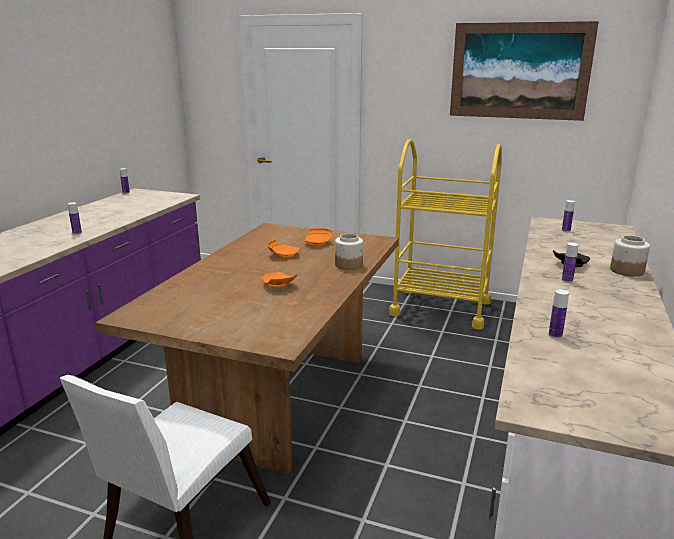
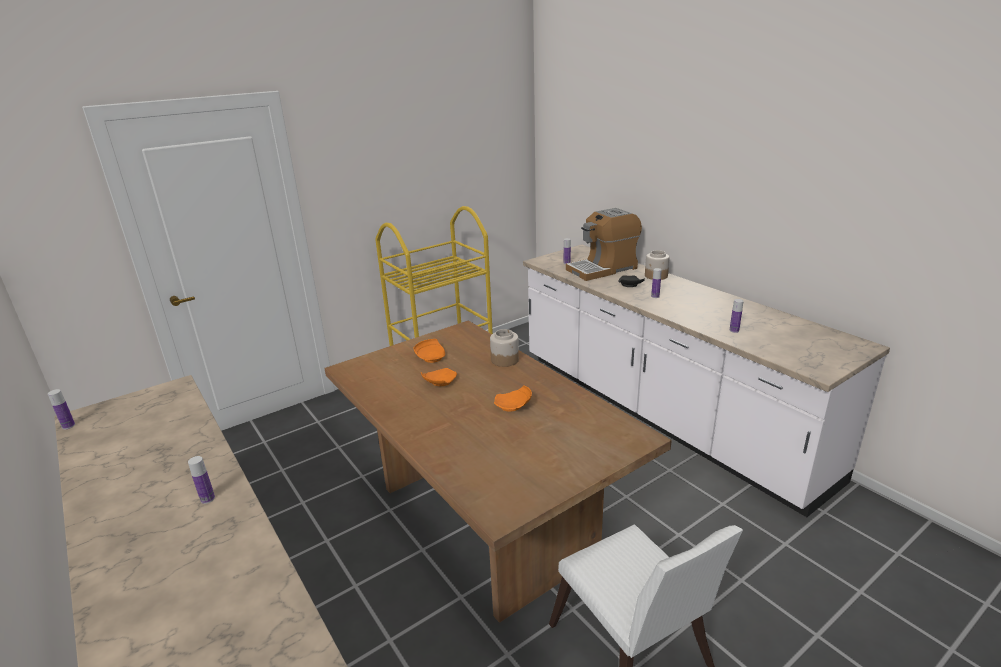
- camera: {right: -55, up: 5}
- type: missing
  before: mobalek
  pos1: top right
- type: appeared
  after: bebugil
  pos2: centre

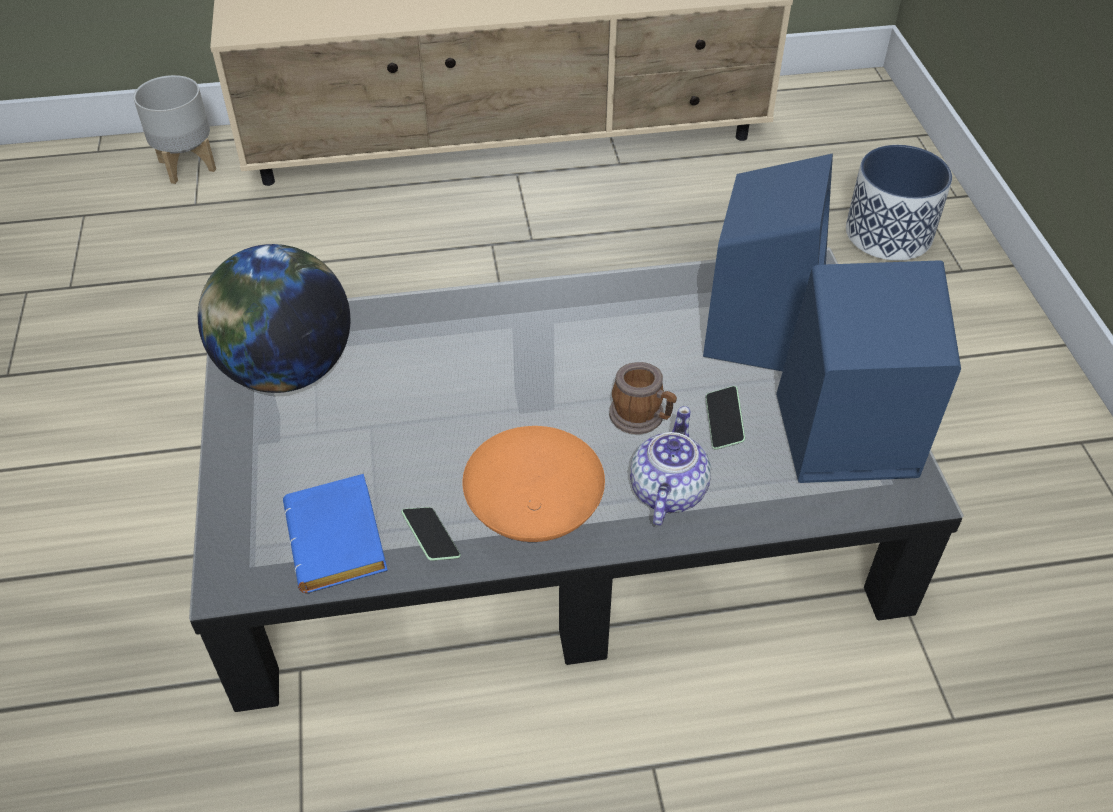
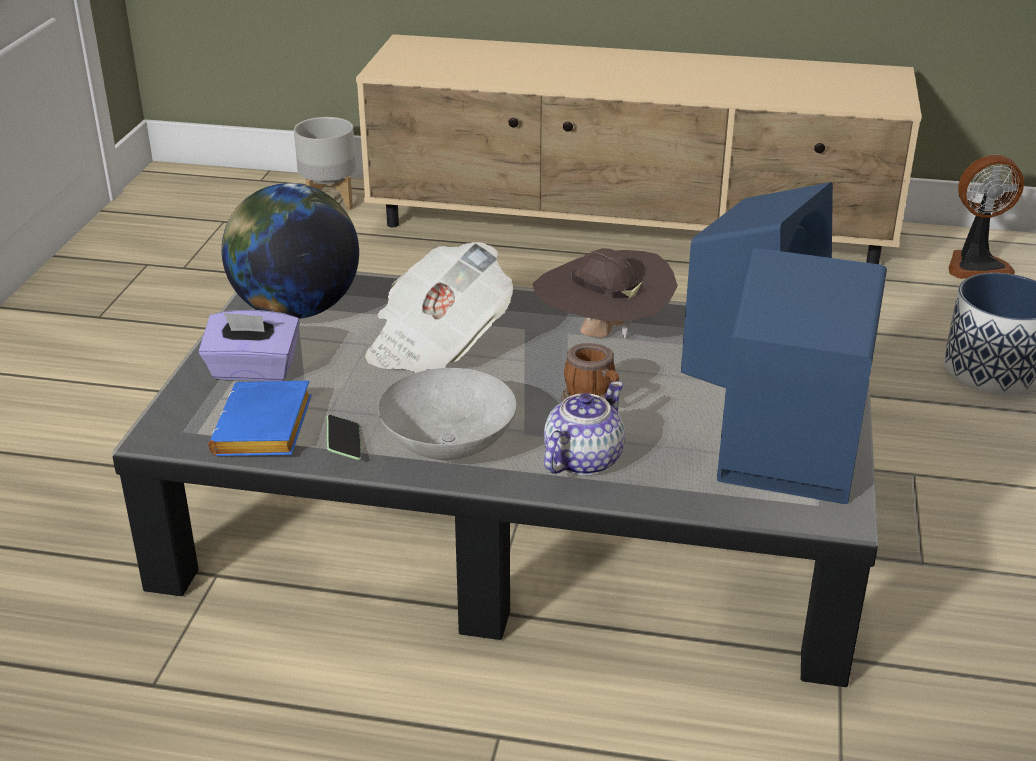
- camera: {right: 20, up: -15}
- type: missing
  before: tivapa (no. 2 from left)
  pos1: centre
- type: colour
  before: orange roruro
  after: grey roruro
  pos1: centre
  pos2: centre
- type: appeared
  after: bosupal
  pos2: top right
- type: appeared
  after: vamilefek
  pos2: centre
- type: appeared
  after: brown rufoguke
  pos2: centre
- type: appeared
  after: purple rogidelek
  pos2: middle left

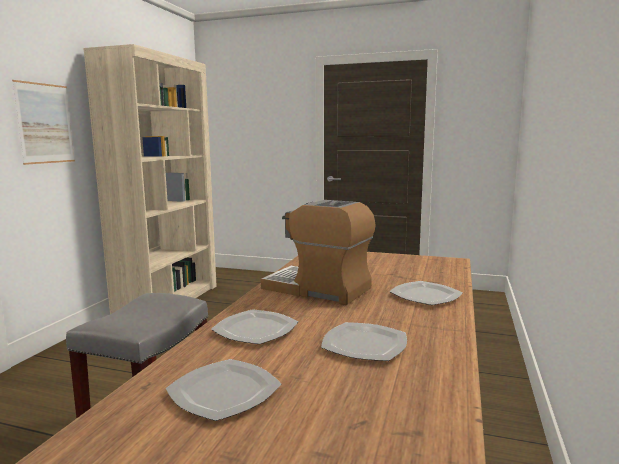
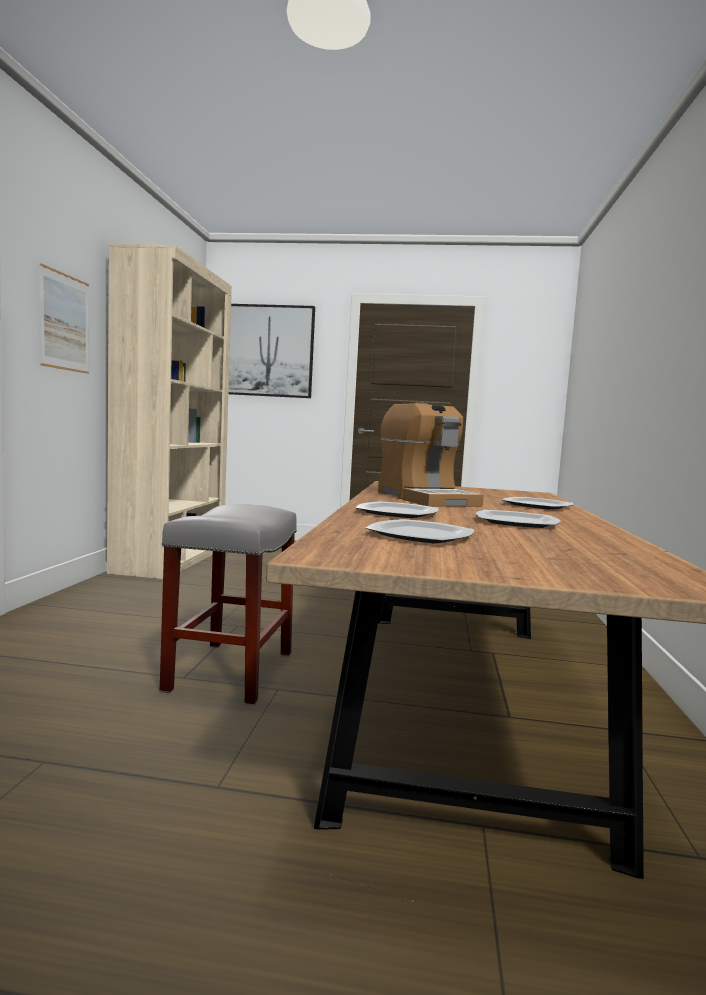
- camera: {right: -10, up: -5}
- type: spun
  before: bebugil
  pos1: centre
  pos2: centre
  turn: -135
- type: appeared
  after: mobalek (no. 2 from left)
  pos2: centre

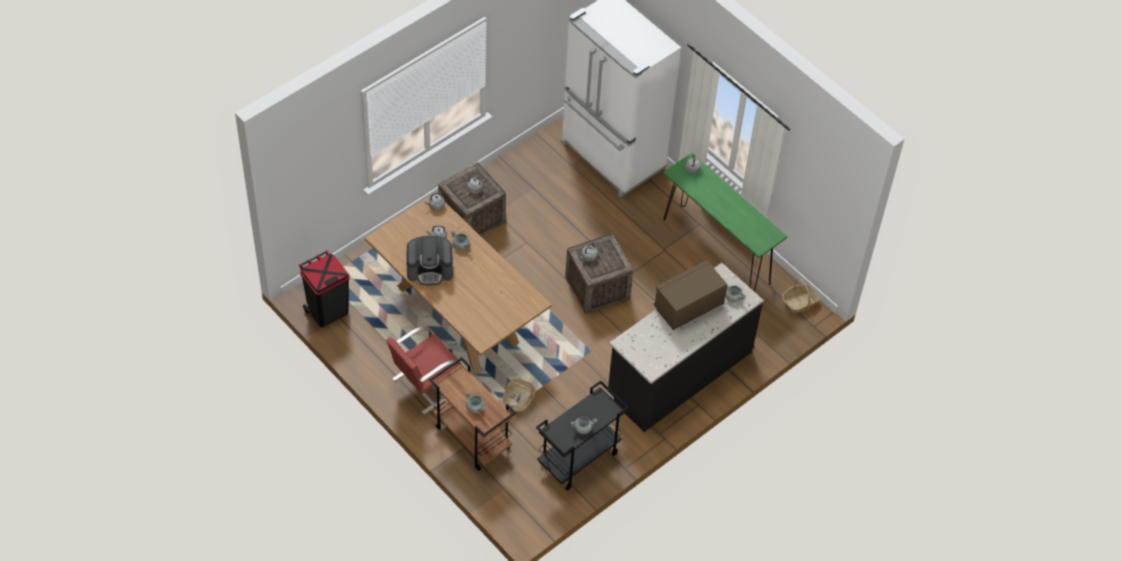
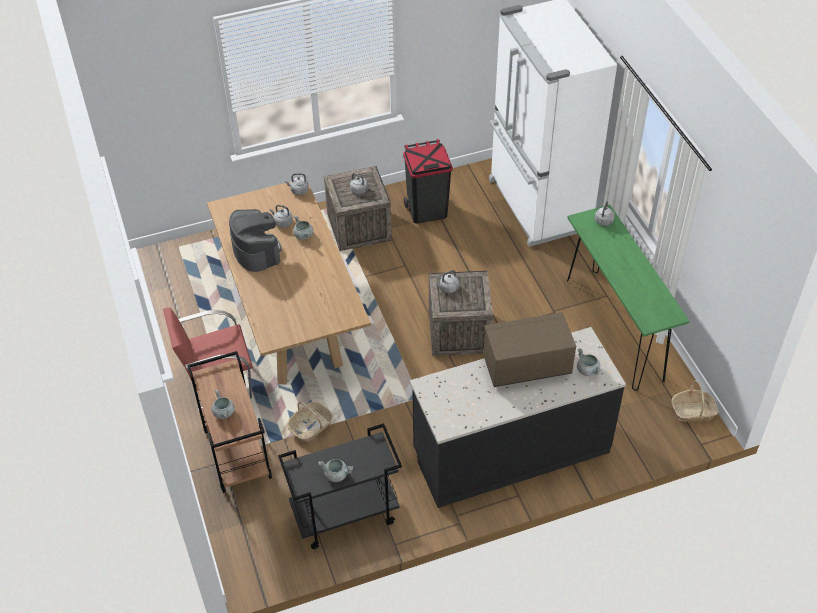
- camera: {right: 25, up: -5}
- type: spun
  before: bebugil
  pos1: centre
  pos2: middle left
  turn: -135
- type: relocated
  before: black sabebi
  pos1: middle left
  pos2: top centre

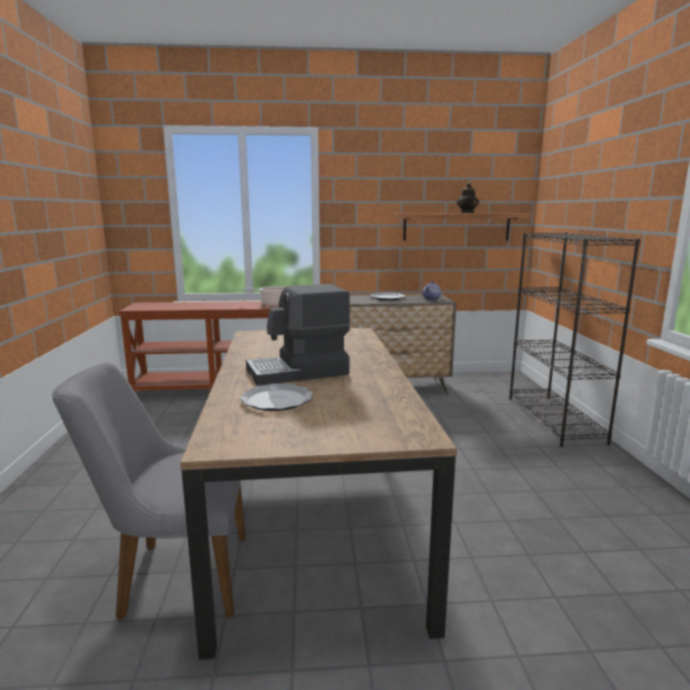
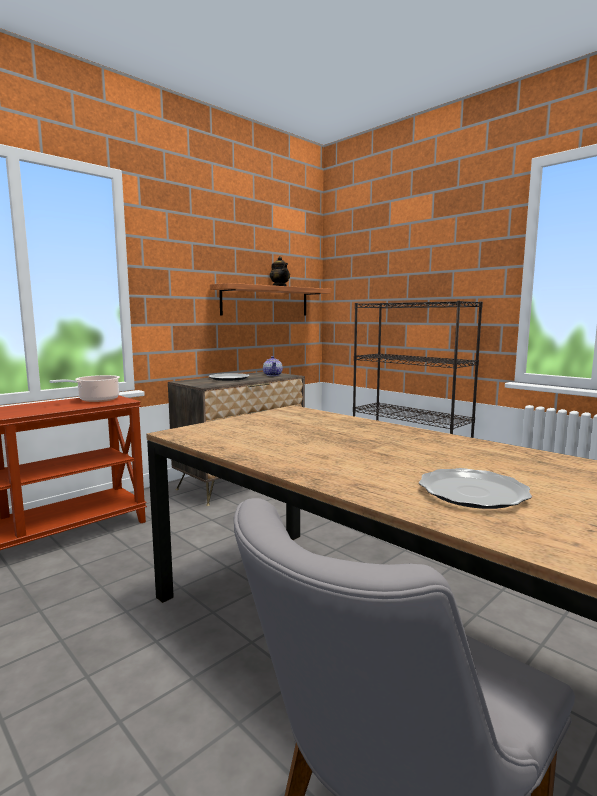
- camera: {right: -40, up: -5}
- type: missing
  before: bebugil
  pos1: centre

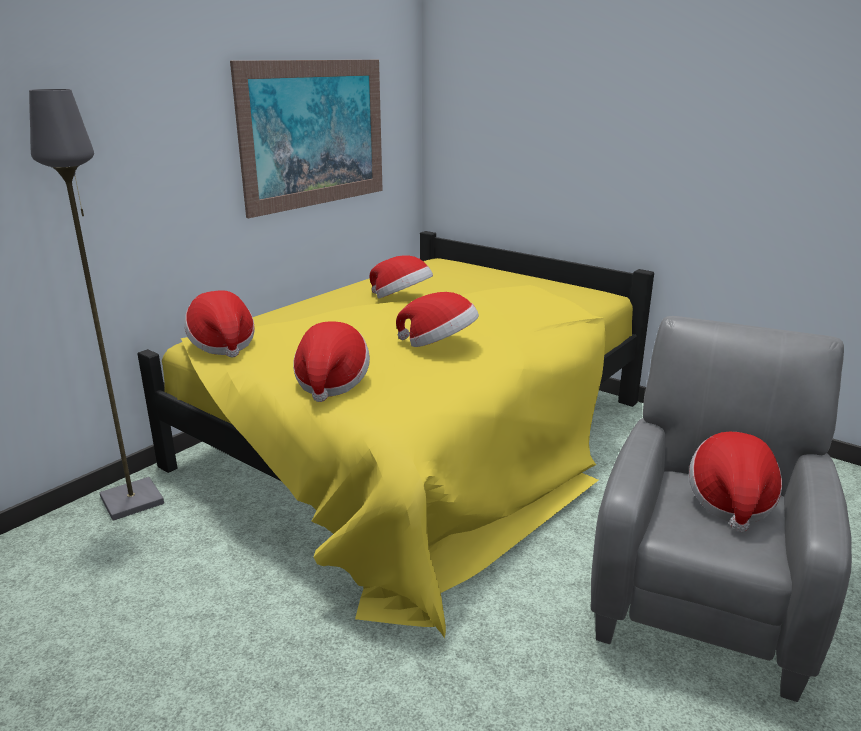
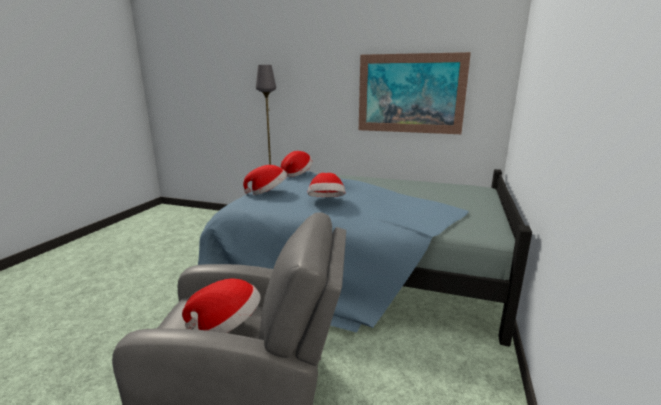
- camera: {right: 70, up: -5}
- type: colour
  before: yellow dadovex
  after: blue dadovex
  pos1: centre
  pos2: centre
- type: missing
  before: rufoguke (no. 3 from left)
  pos1: centre

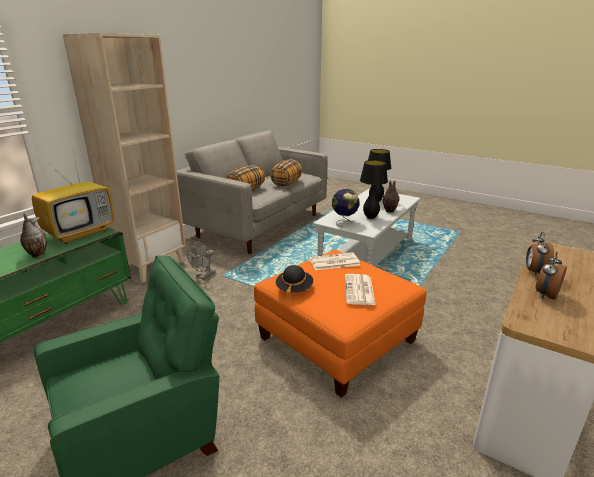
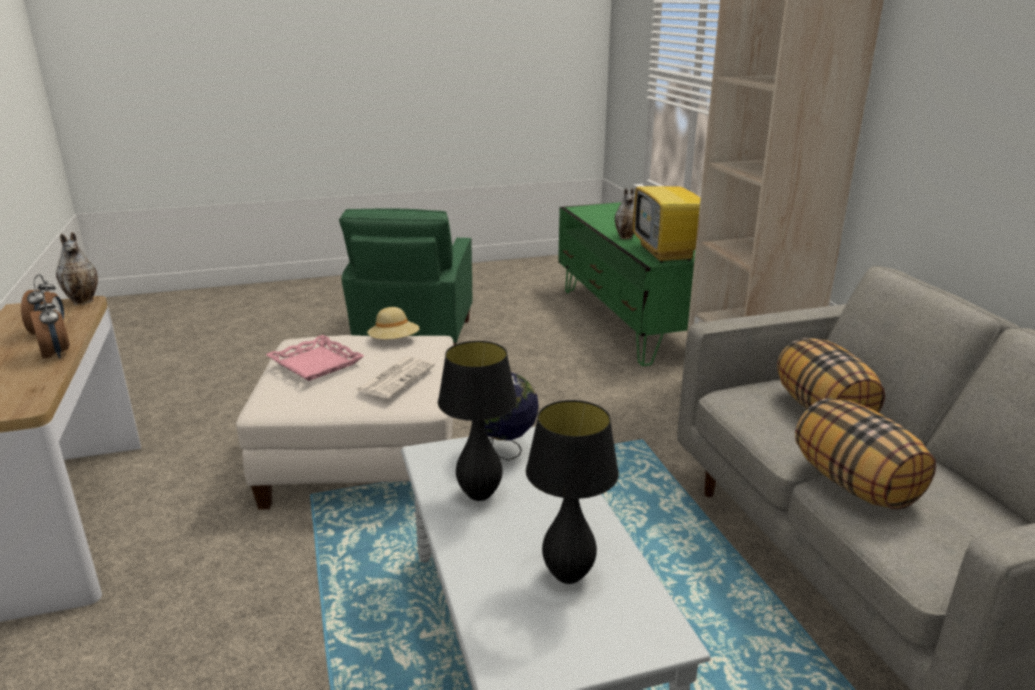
- camera: {right: 130, up: 0}
- type: relocated
  before: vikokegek (no. 2 from left in the first image)
  after: vikokegek (no. 1 from left)
  pos1: centre
  pos2: middle left
- type: missing
  before: grey bosupal
  pos1: centre
- type: colour
  before: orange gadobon
  after: white gadobon
  pos1: bottom centre
  pos2: centre
- type: colour
  before: black rufoguke
  after: beige rufoguke
  pos1: centre
  pos2: centre
- type: exchanged
  before: vamilefek (no. 2 from left)
  after: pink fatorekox
  pos1: centre
  pos2: middle left

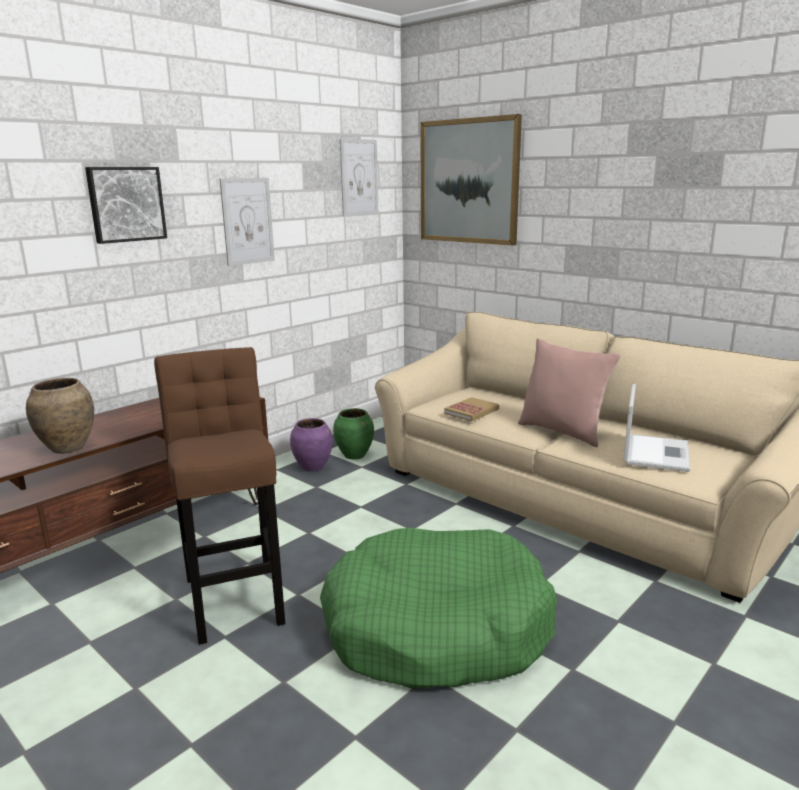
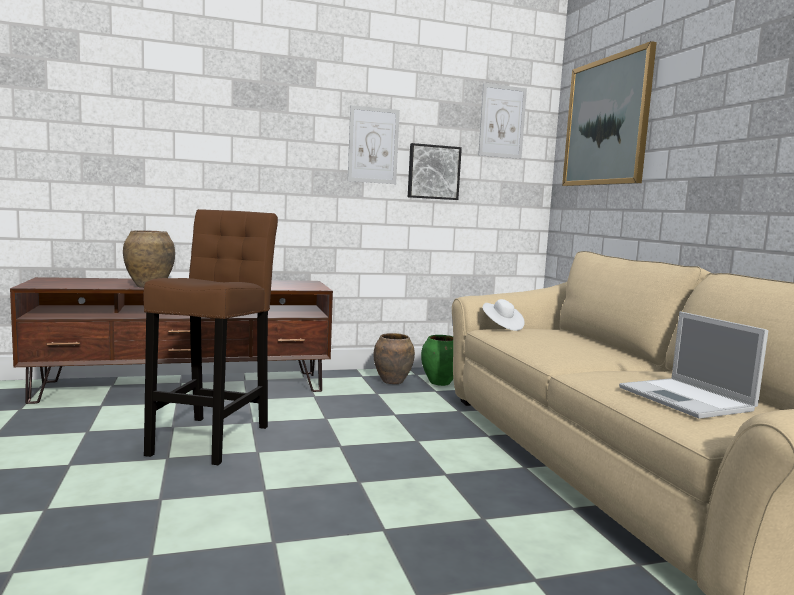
- camera: {right: 30, up: -10}
- type: relocated
  before: mobalek (no. 1 from left in the first image)
  after: mobalek (no. 2 from left)
  pos1: top left
  pos2: top centre
- type: missing
  before: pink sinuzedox
  pos1: middle right
- type: spun
  before: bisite
  pos1: middle right
  pos2: middle right
  turn: 105
- type: missing
  before: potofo
  pos1: centre
- type: colour
  before: purple vikokegek
  after: brown vikokegek (no. 2 from left)
  pos1: centre
  pos2: centre
- type: missing
  before: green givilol
  pos1: bottom centre
- type: appeared
  after: white rufoguke
  pos2: centre

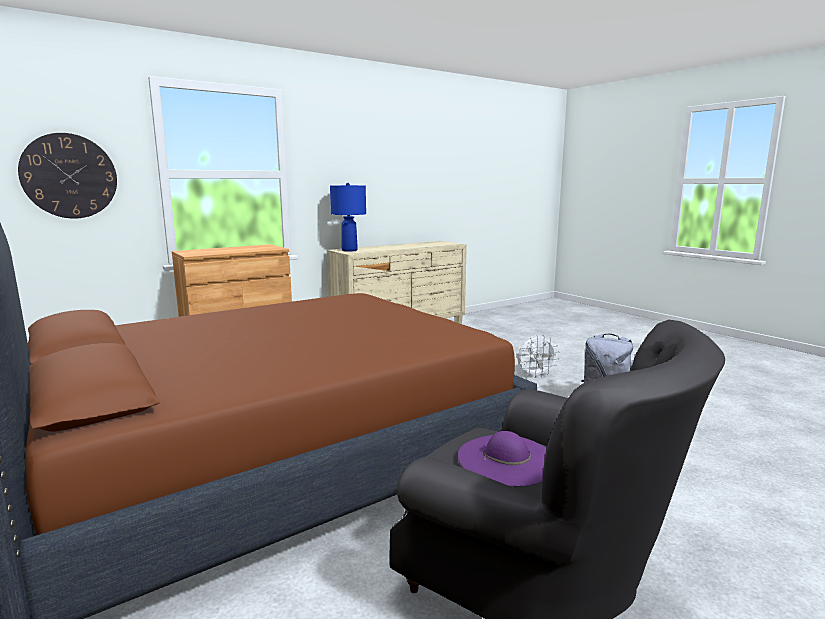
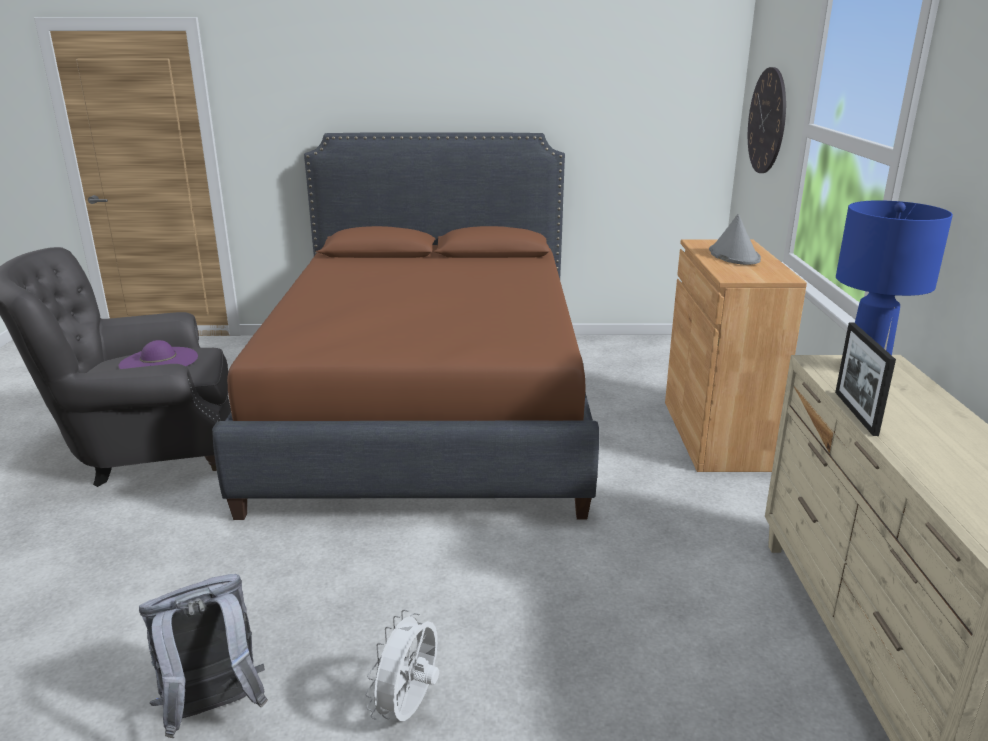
- camera: {right: 125, up: 10}
- type: appeared
  after: grey rufoguke
  pos2: top right
- type: appeared
  after: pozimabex
  pos2: middle right

